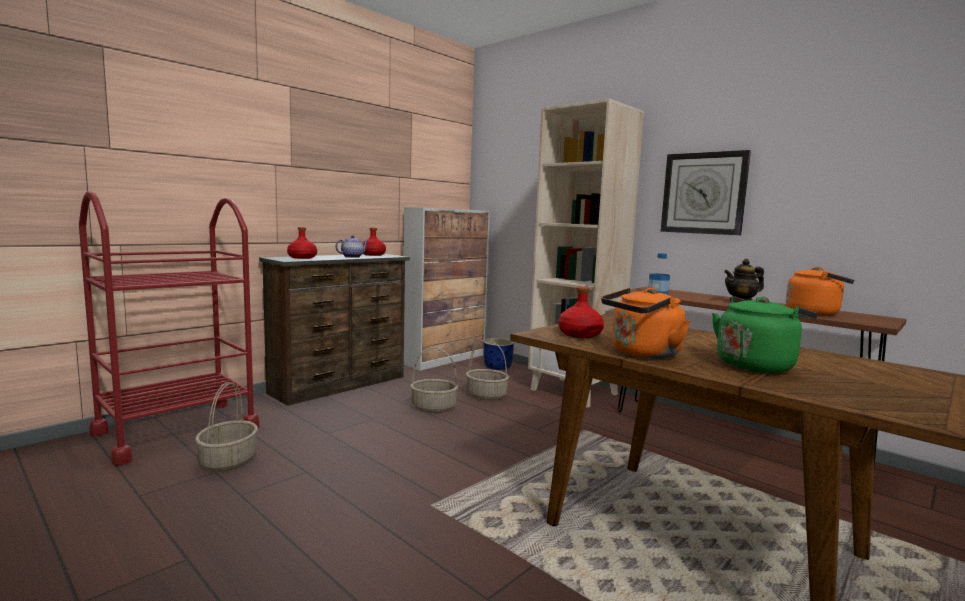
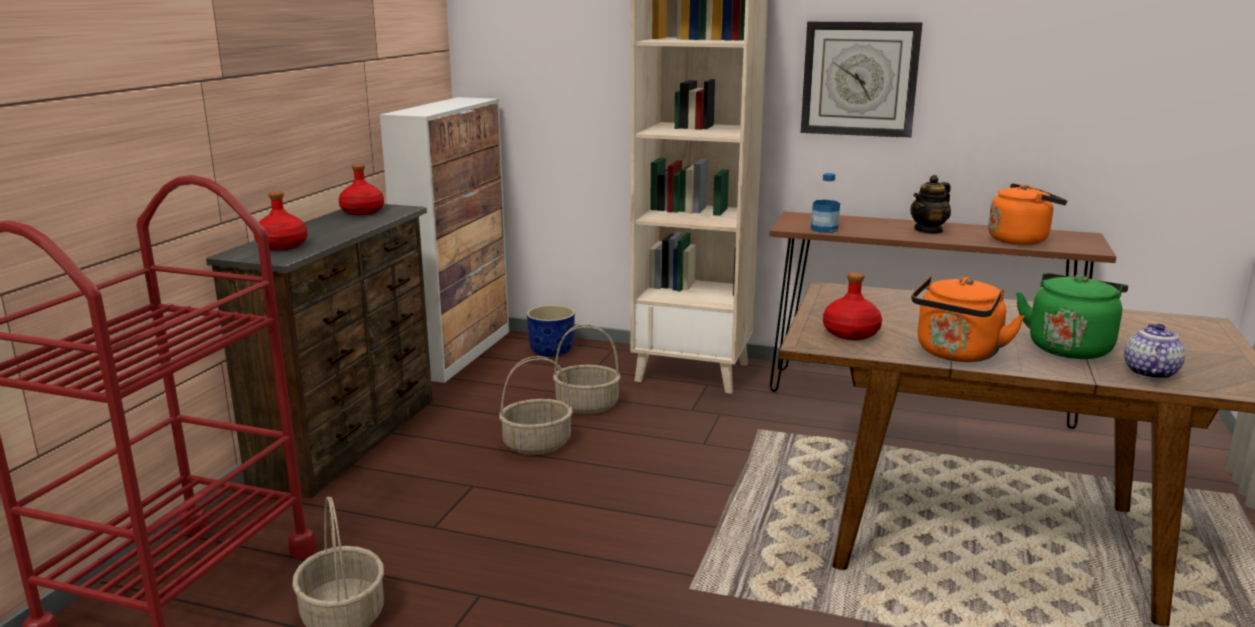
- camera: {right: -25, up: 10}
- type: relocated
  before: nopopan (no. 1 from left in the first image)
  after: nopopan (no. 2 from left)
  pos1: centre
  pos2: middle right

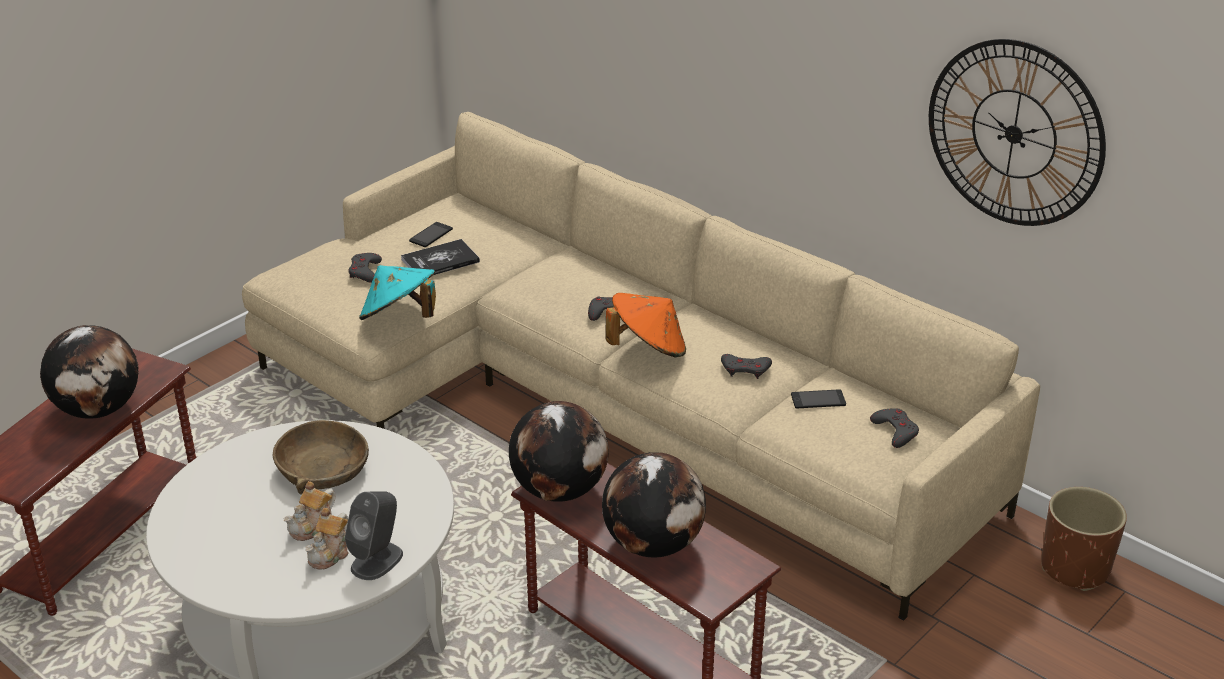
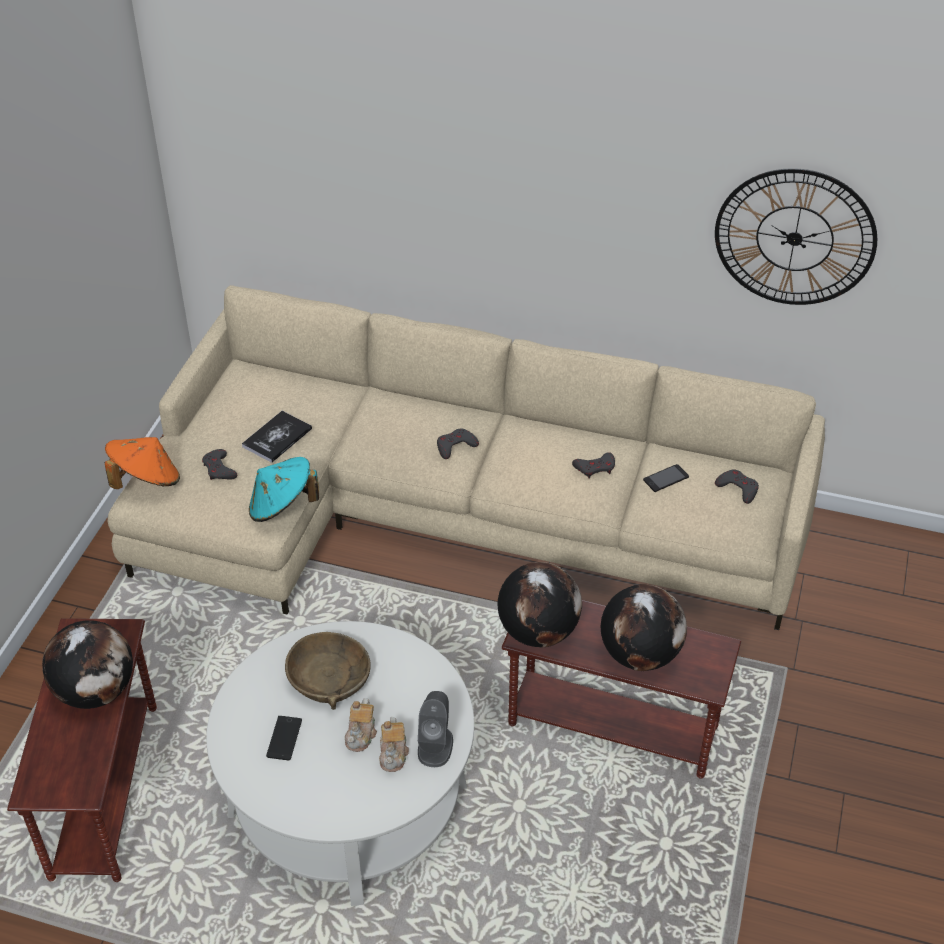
- camera: {right: -25, up: 10}
- type: relocated
  before: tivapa (no. 1 from left)
  pos1: centre
  pos2: bottom left
- type: relocated
  before: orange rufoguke
  pos1: centre
  pos2: middle left
- type: missing
  before: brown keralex
  pos1: bottom right

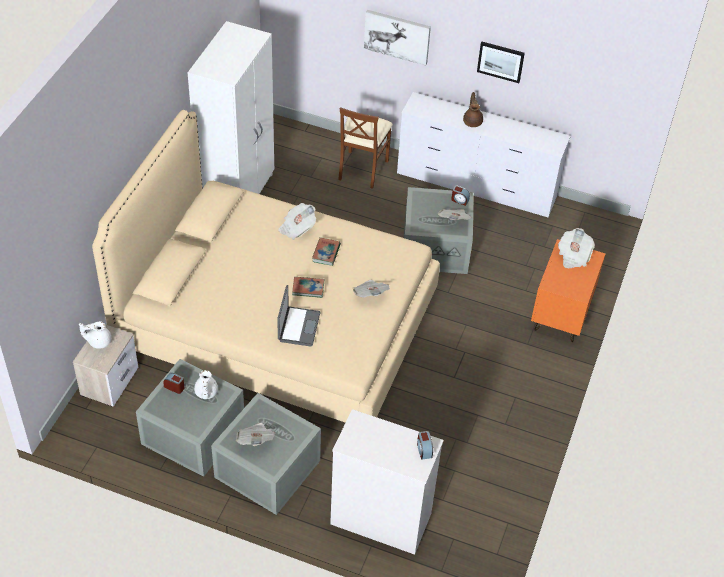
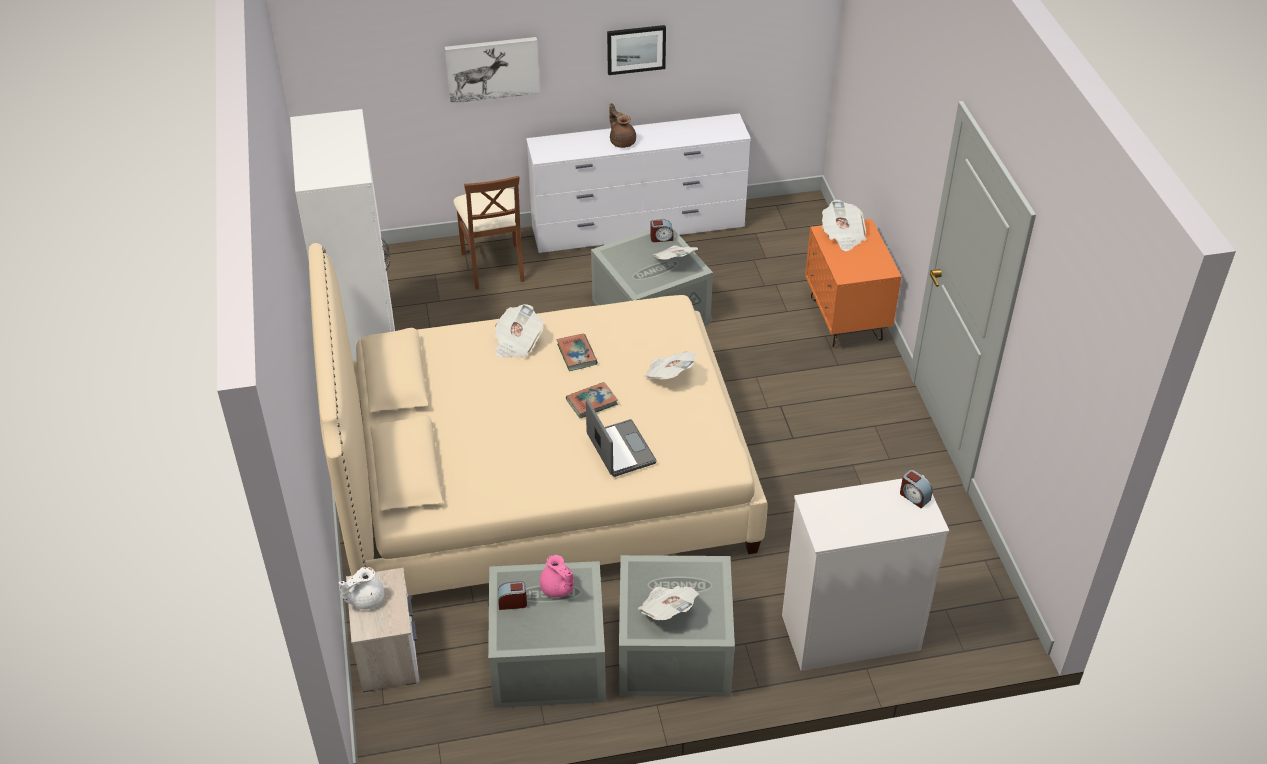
- camera: {right: -30, up: -5}
- type: colour
  before: white nopopan (no. 2 from left)
  after: pink nopopan
  pos1: middle left
  pos2: bottom centre

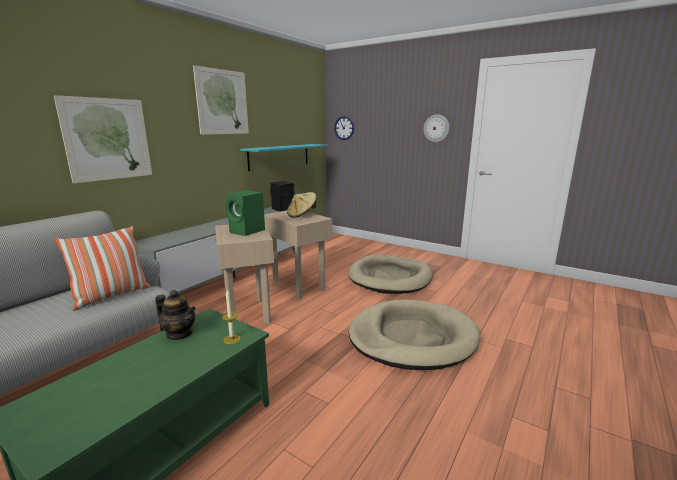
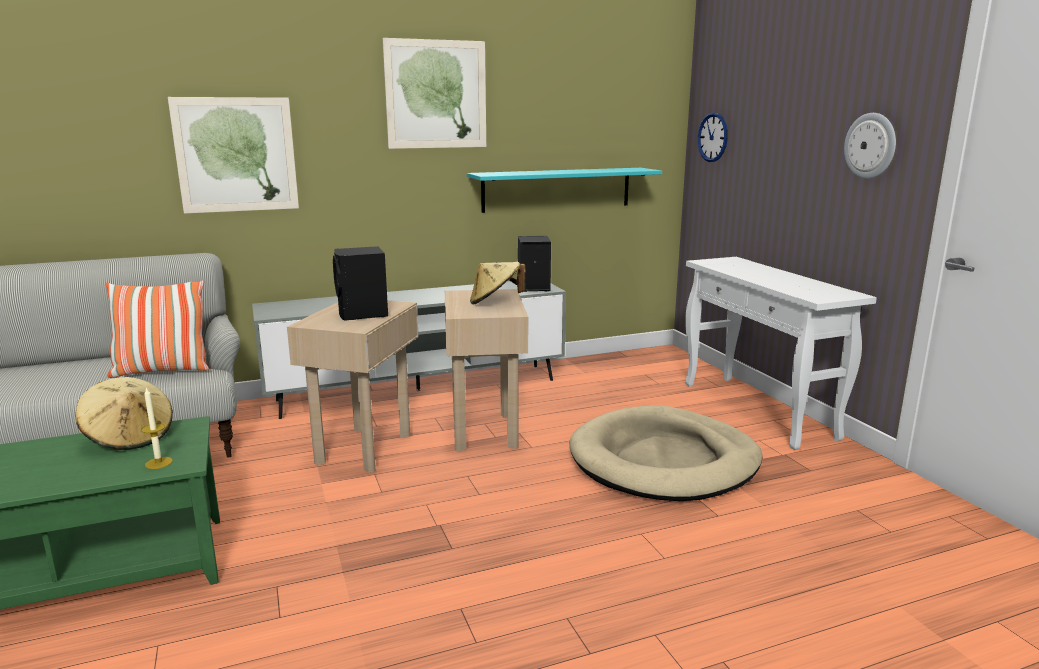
- camera: {right: 35, up: 0}
- type: colour
  before: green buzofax
  after: black buzofax (no. 1 from left)
  pos1: centre
  pos2: centre
- type: exchanged
  before: nopopan
  after: beige rufoguke (no. 1 from left)
  pos1: middle left
  pos2: middle left
- type: missing
  before: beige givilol (no. 2 from left)
  pos1: bottom centre
- type: appeared
  after: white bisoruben
  pos2: middle right

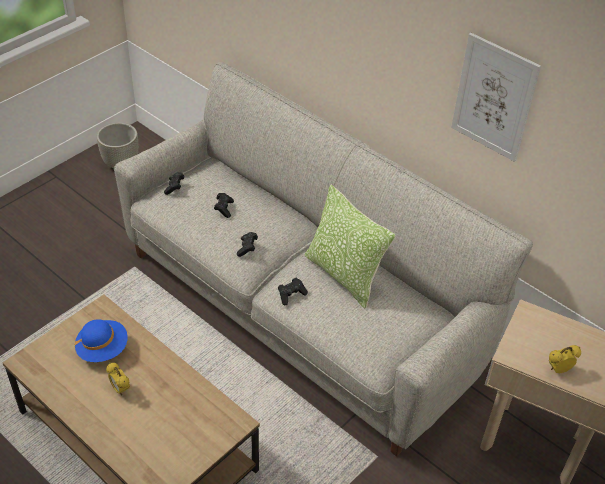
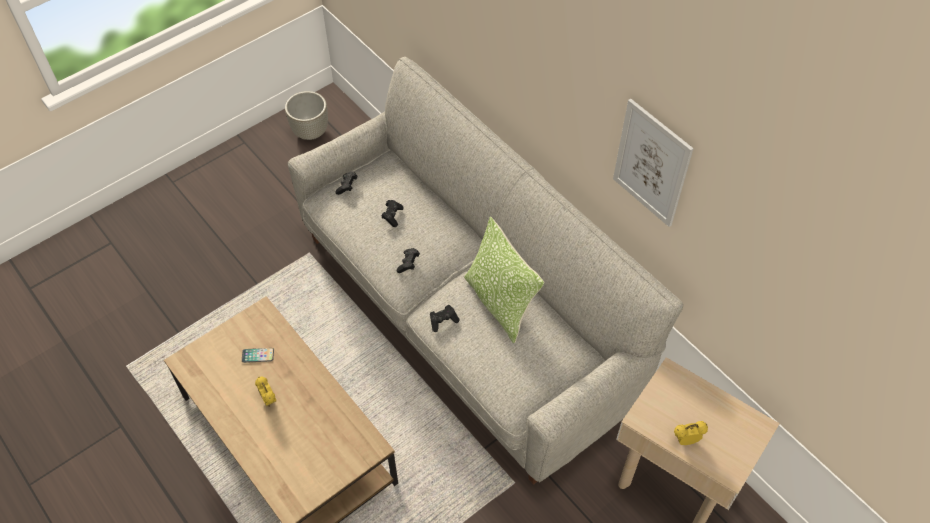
- camera: {right: 10, up: 10}
- type: exchanged
  before: blue rufoguke
  after: tivapa
  pos1: bottom left
  pos2: bottom left

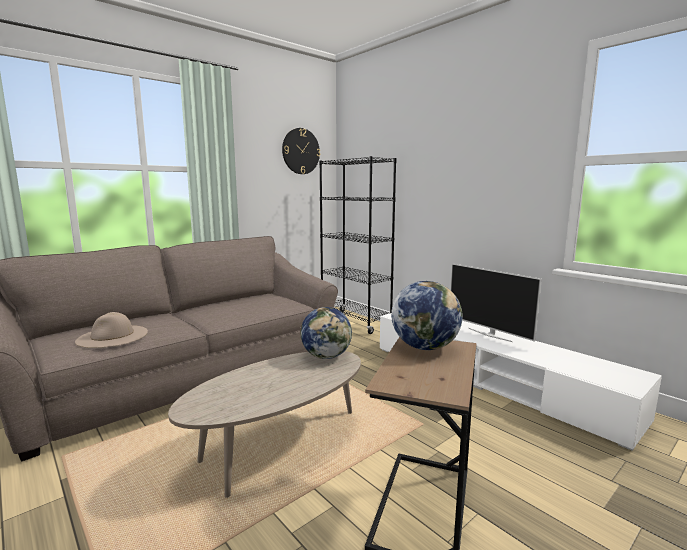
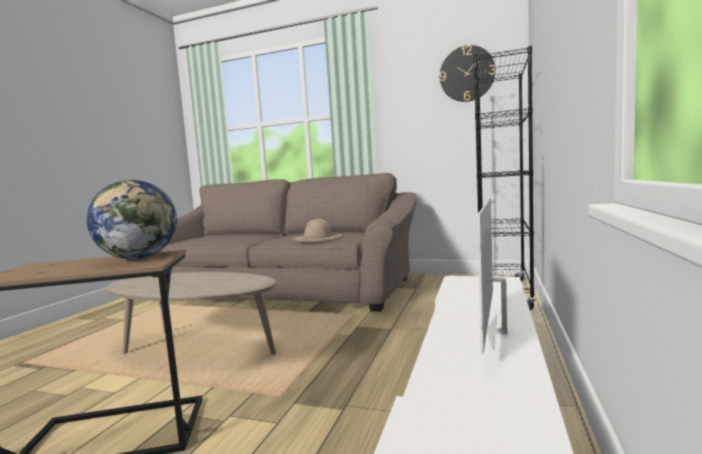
- camera: {right: 60, up: -5}
- type: missing
  before: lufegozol (no. 1 from left)
  pos1: centre
- type: relocated
  before: beige rufoguke
  pos1: middle left
  pos2: centre

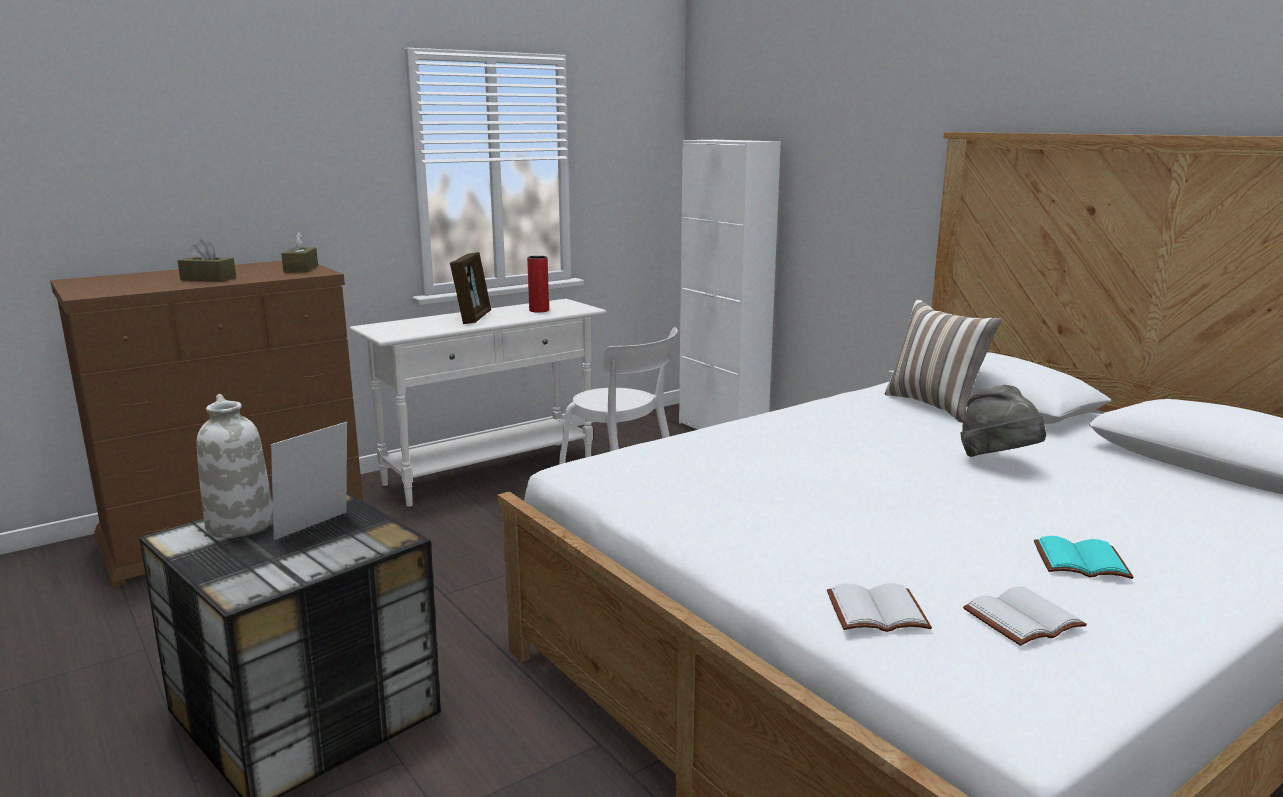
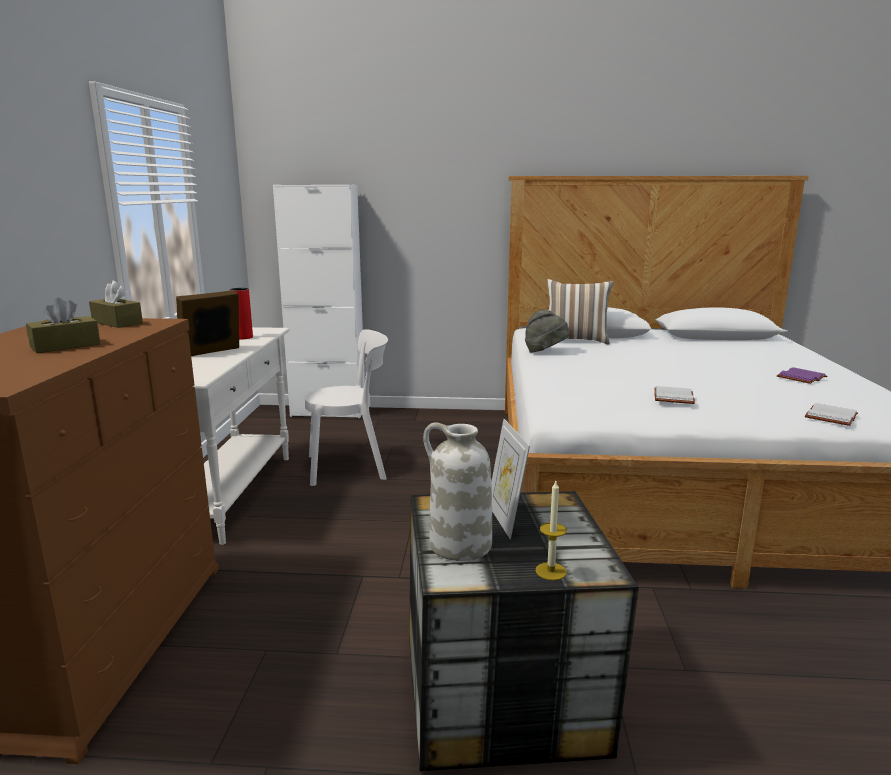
- camera: {right: -50, up: 0}
- type: spun
  before: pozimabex (no. 2 from left in the first image)
  pos1: centre
  pos2: middle left
  turn: -90
- type: relocated
  before: grey rufoguke
  pos1: middle right
  pos2: centre
- type: colour
  before: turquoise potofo
  after: purple potofo
  pos1: bottom right
  pos2: middle right
- type: relocated
  before: white potofo (no. 2 from left in the first image)
  after: white potofo (no. 1 from left)
  pos1: bottom right
  pos2: middle right
- type: appeared
  after: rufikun
  pos2: bottom centre

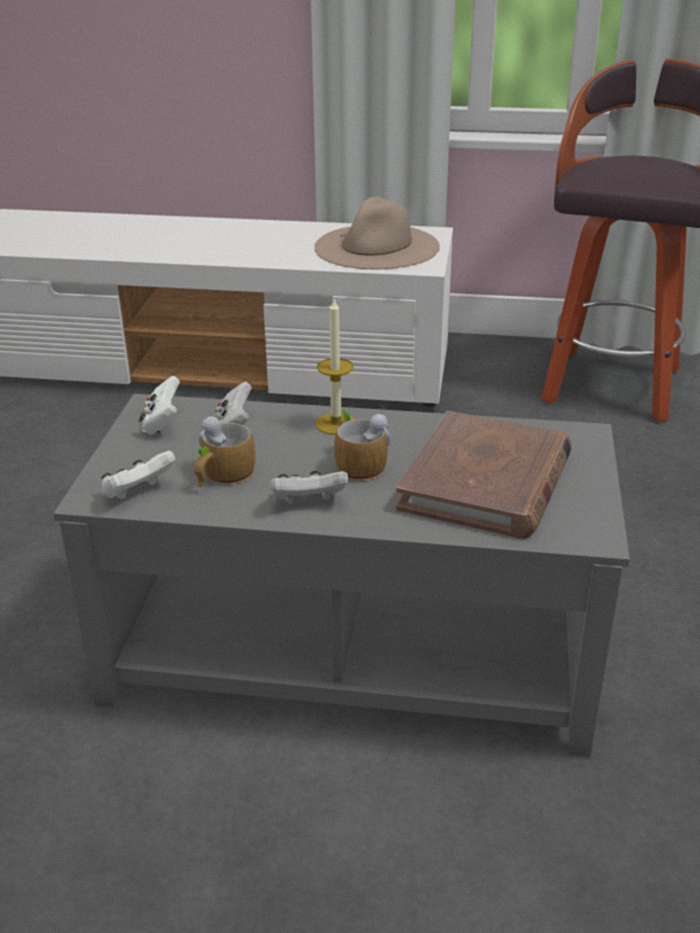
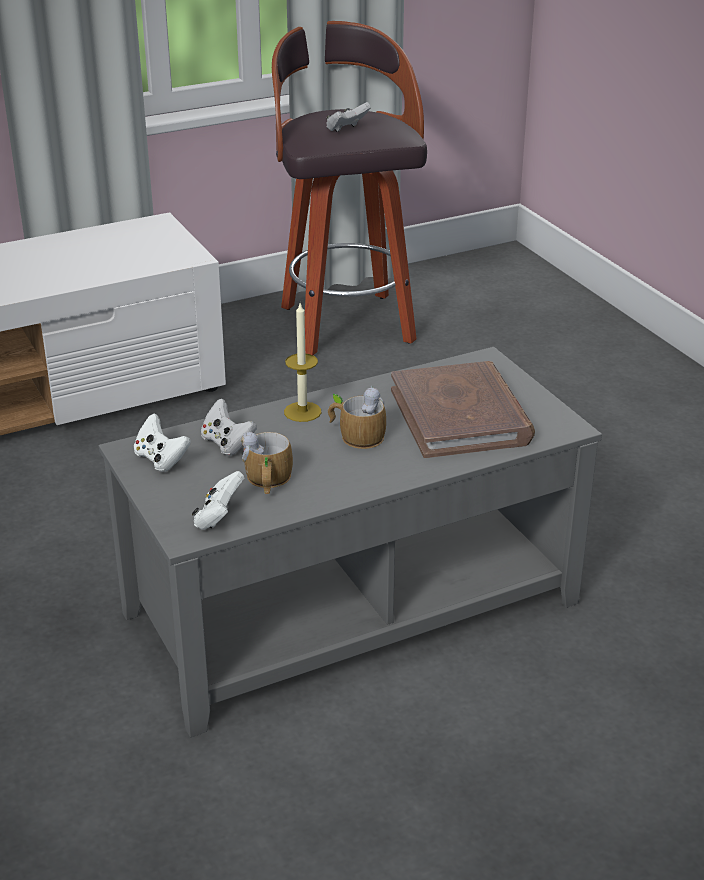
- camera: {right: -35, up: 0}
- type: missing
  before: beige rufoguke
  pos1: top centre
- type: relocated
  before: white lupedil (no. 4 from left)
  pos1: centre
  pos2: top centre

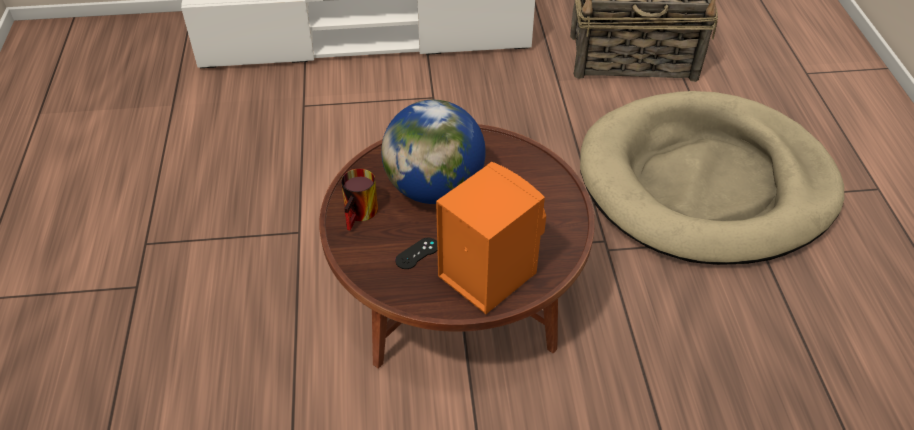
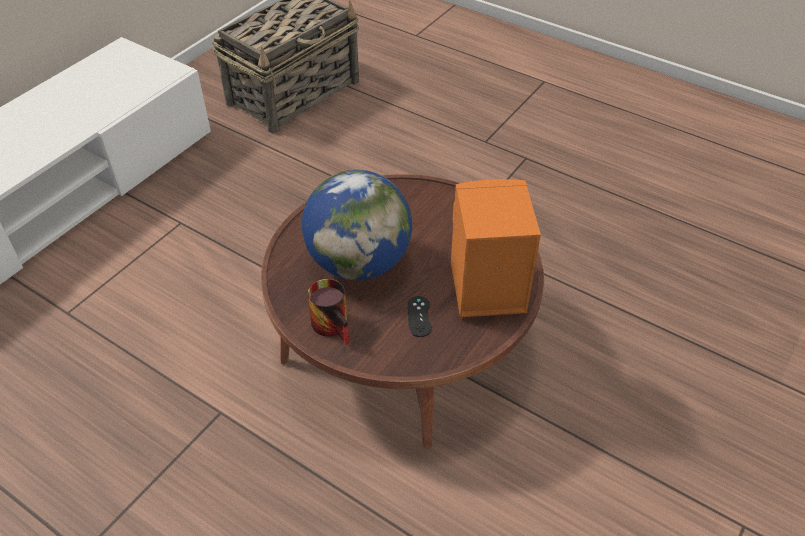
- camera: {right: -50, up: 0}
- type: missing
  before: beige givilol
  pos1: middle right

